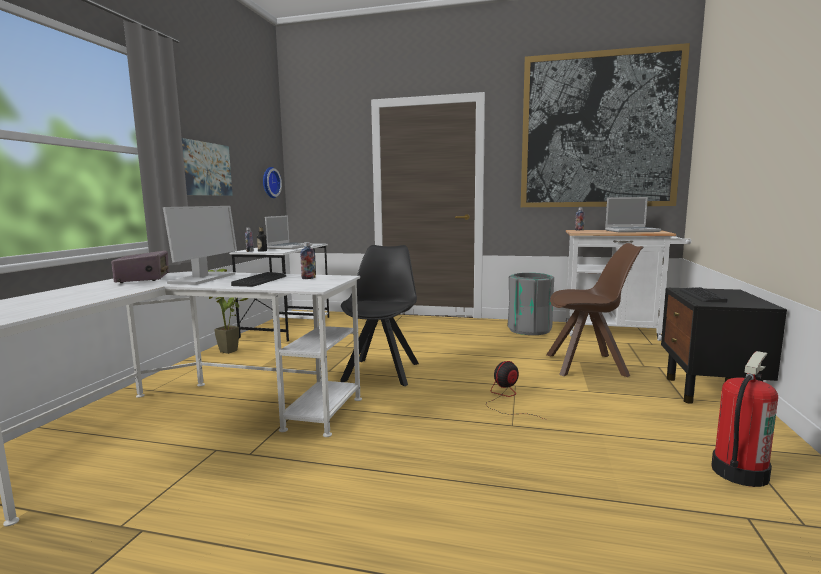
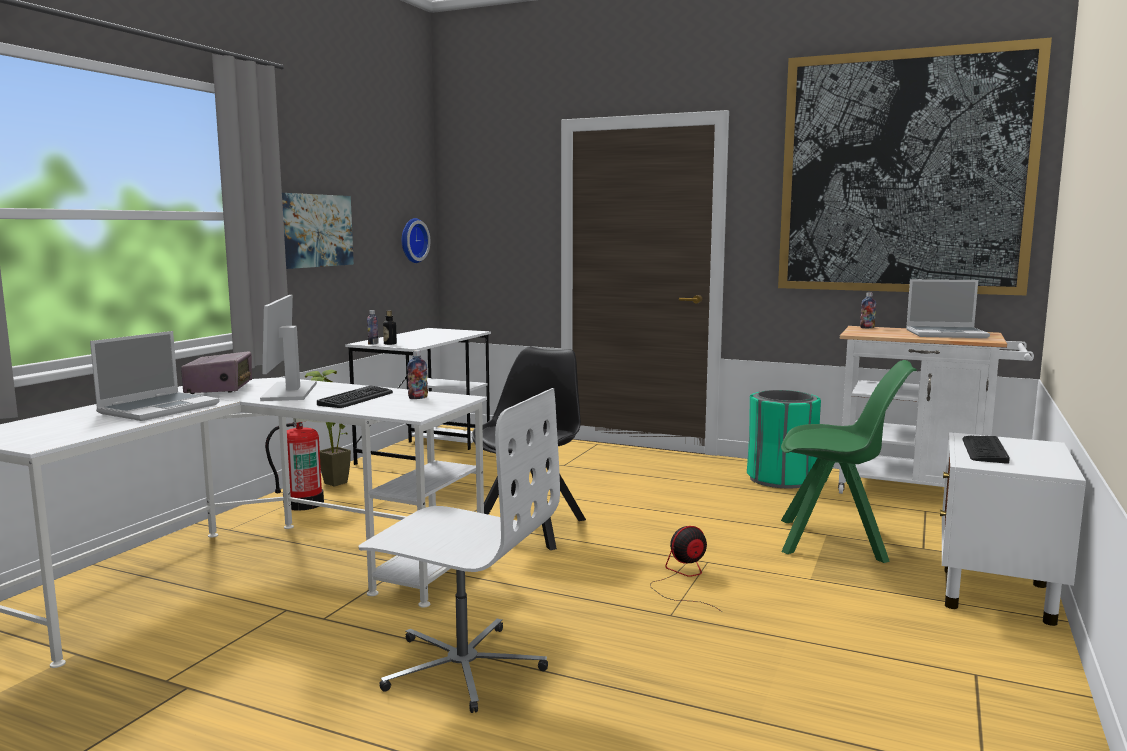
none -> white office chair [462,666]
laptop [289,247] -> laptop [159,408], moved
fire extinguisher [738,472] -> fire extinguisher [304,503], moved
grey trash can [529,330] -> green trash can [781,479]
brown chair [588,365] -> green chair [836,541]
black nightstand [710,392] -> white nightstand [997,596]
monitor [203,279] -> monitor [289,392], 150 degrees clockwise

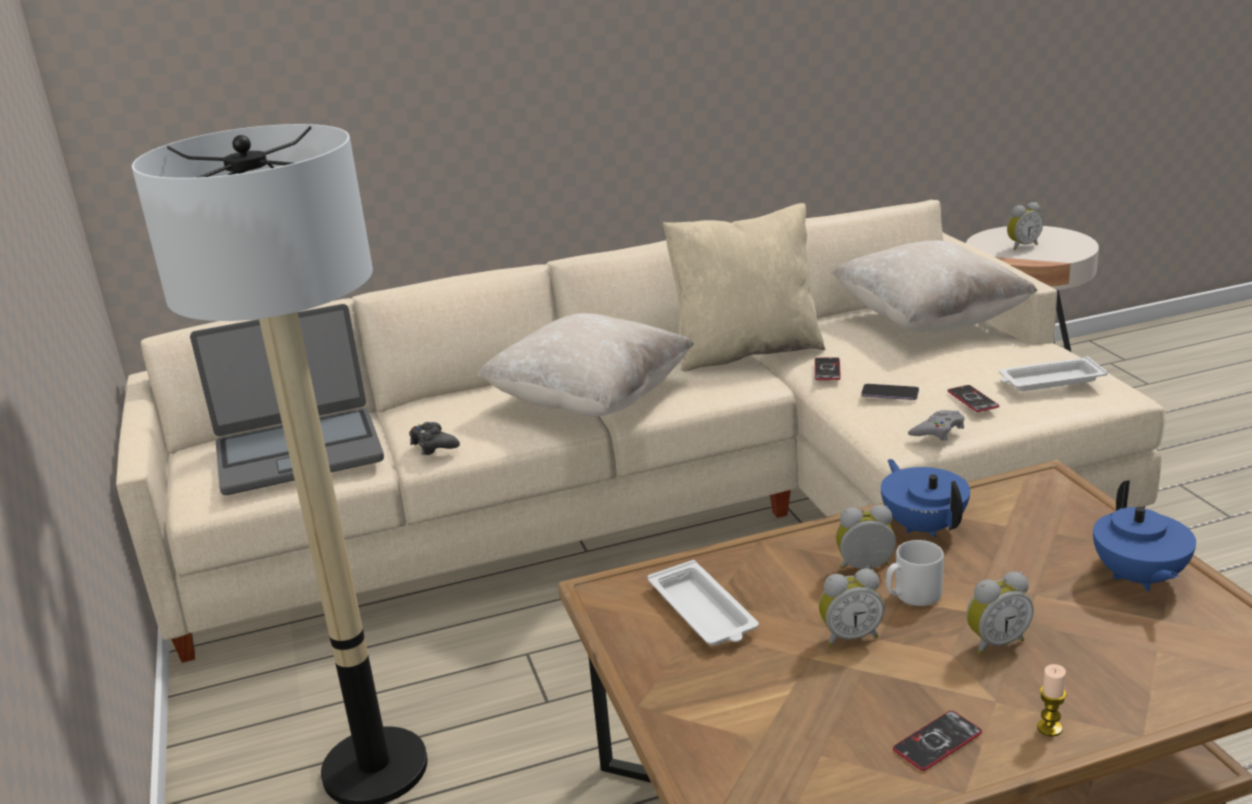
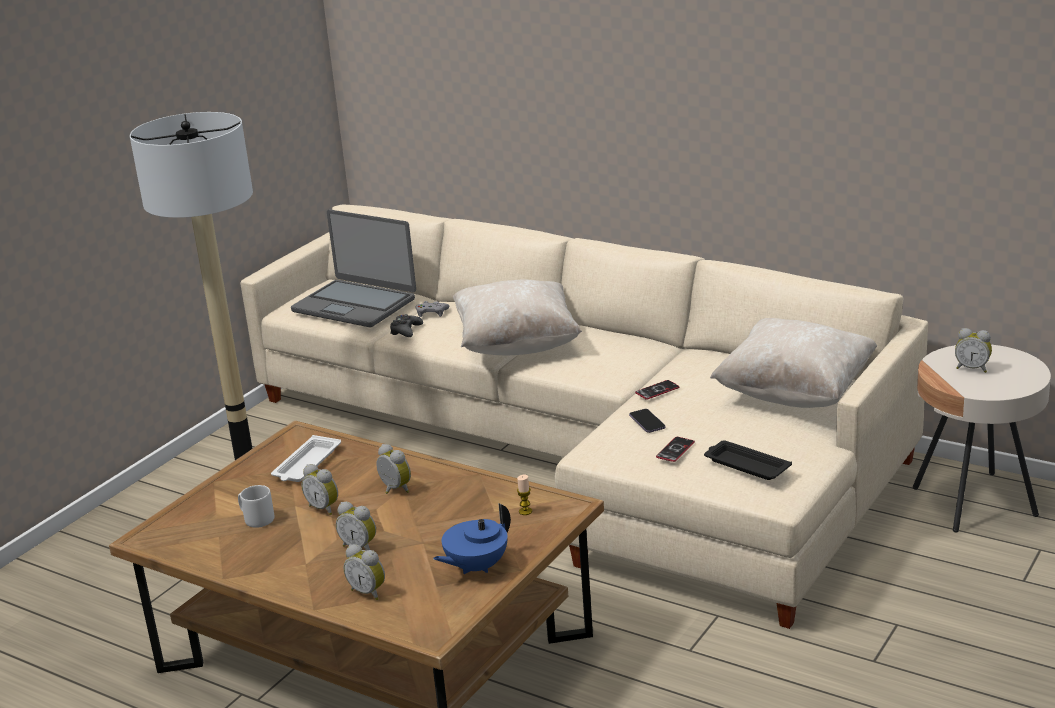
beige pillow [745,351] -> none
blue teapot [923,526] -> none
phone [937,742] -> none
none -> alarm clock [369,592]
grey mug [912,595] -> grey mug [256,519], moved
grey game controller [938,430] -> grey game controller [431,313], moved
candle [1049,728] -> candle [525,511], moved
white tray [1049,380] -> black tray [745,465]

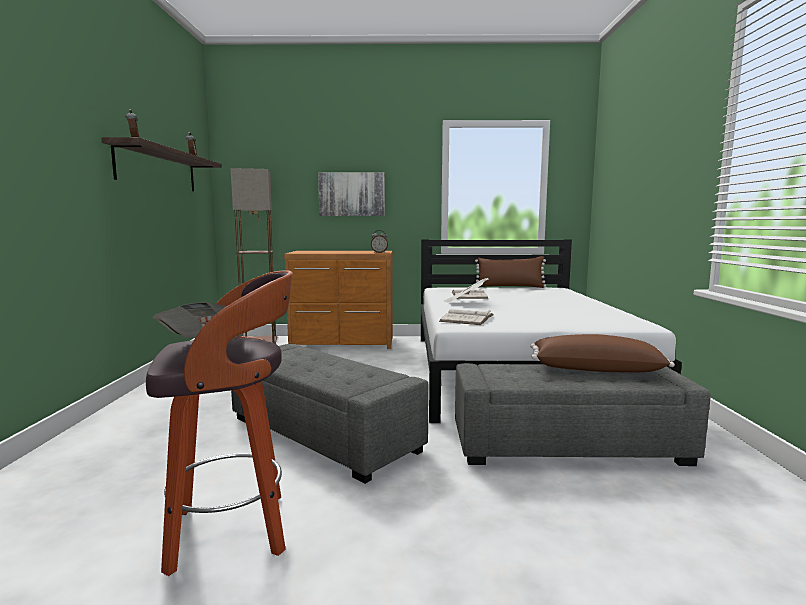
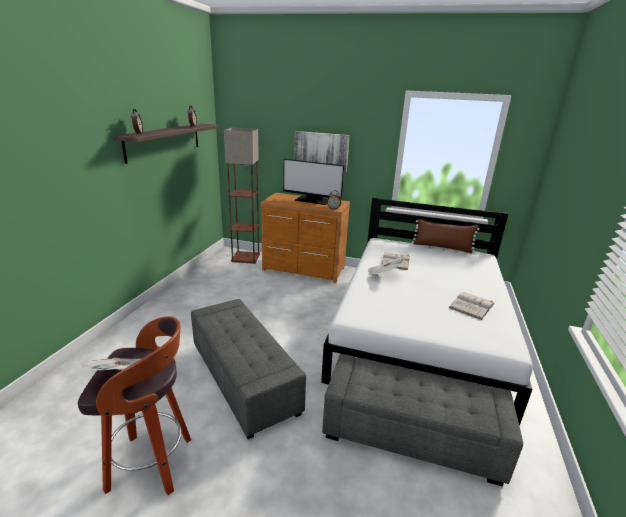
brown pillow [595,369] -> none
none -> monitor [313,200]
white book [467,318] -> white book [472,305], moved

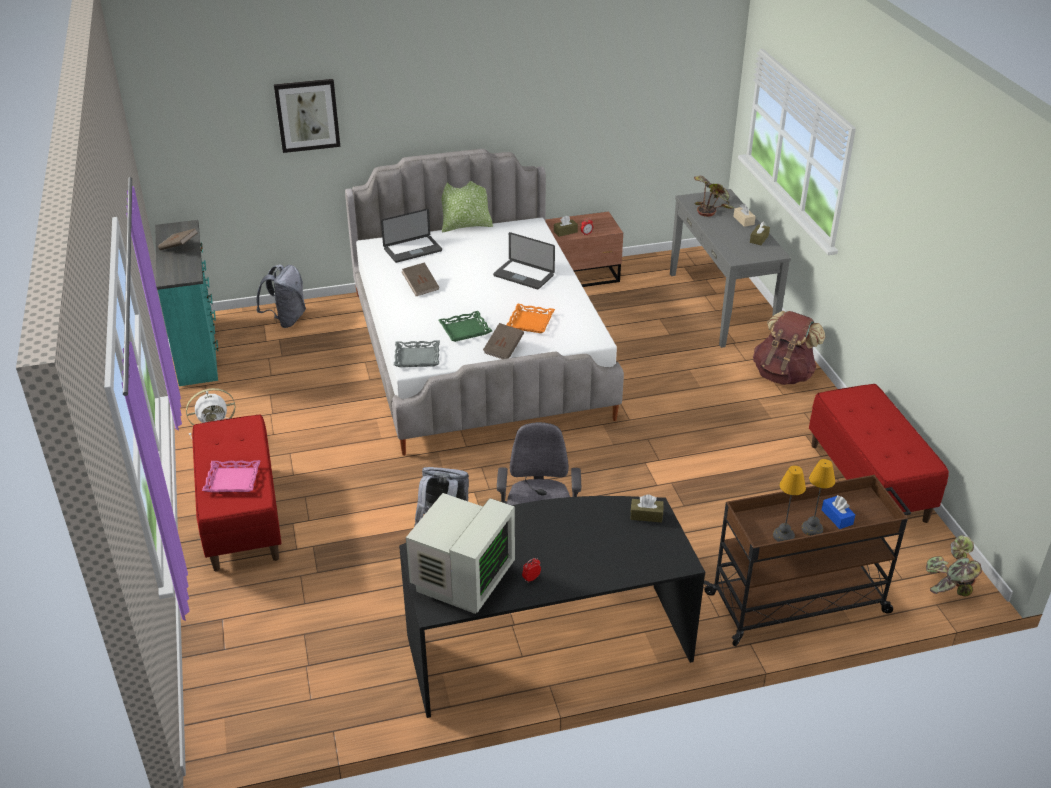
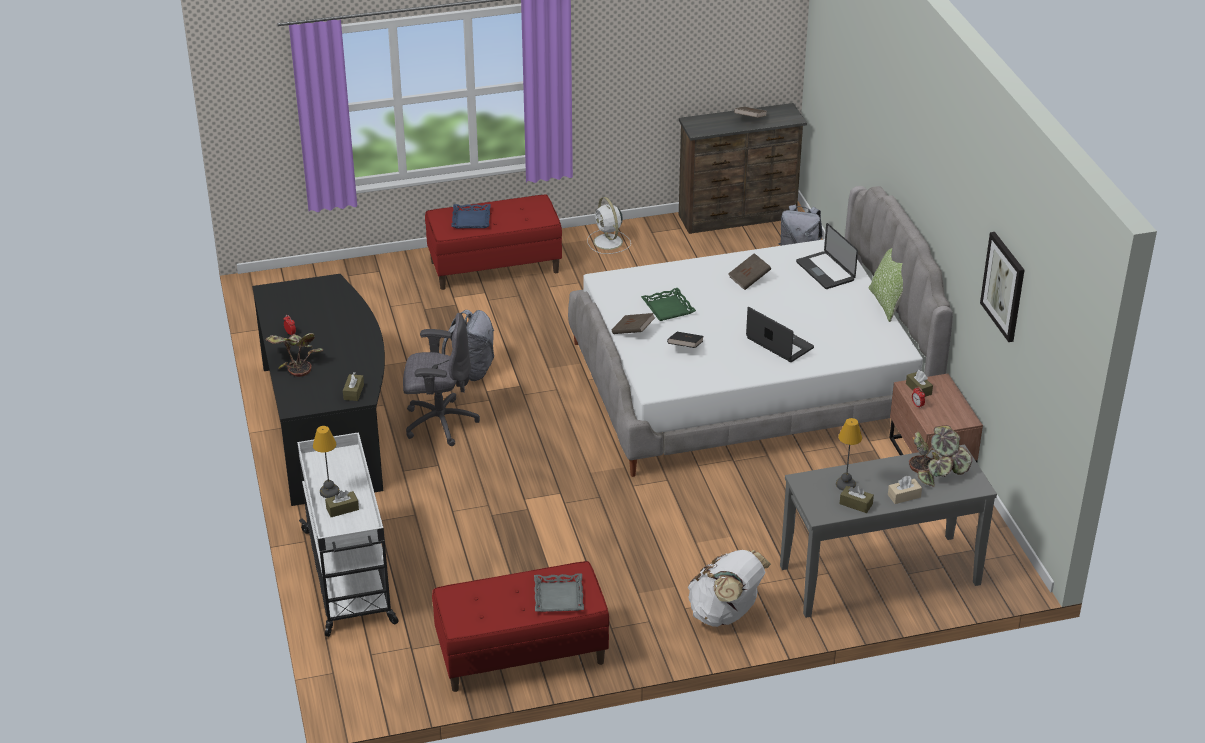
monitor [461,580] -> none
picture [307,115] -> picture [1004,286], moved
grey tray [417,357] -> grey tray [559,597], moved
table lamp [783,536] -> table lamp [845,484], moved
potted plant [948,586] -> potted plant [294,362], moved
orange tray [530,322] -> black book [685,347]
turquoise dresser [198,350] -> brown dresser [738,217]
pink tray [232,480] -> blue tray [470,219]
brown cart [799,603] -> white cart [349,578]
brown backpack [783,374] -> white backpack [725,613]
blue tissue box [837,517] -> brown tissue box [342,509]
laptop [523,275] -> laptop [779,343], 105 degrees clockwise

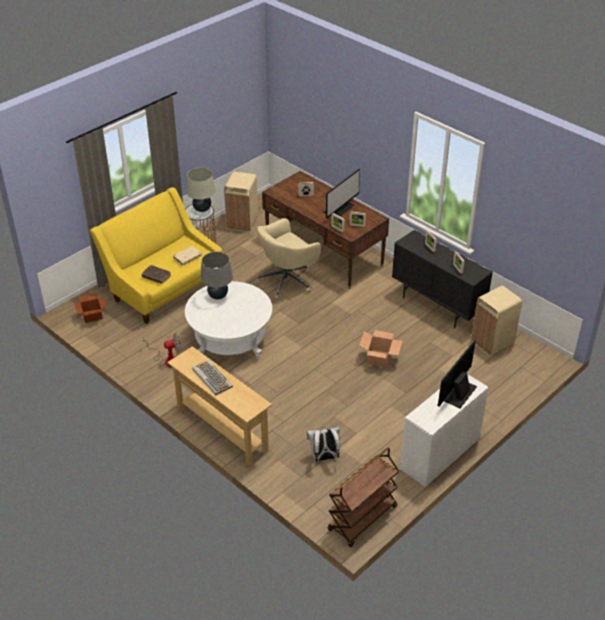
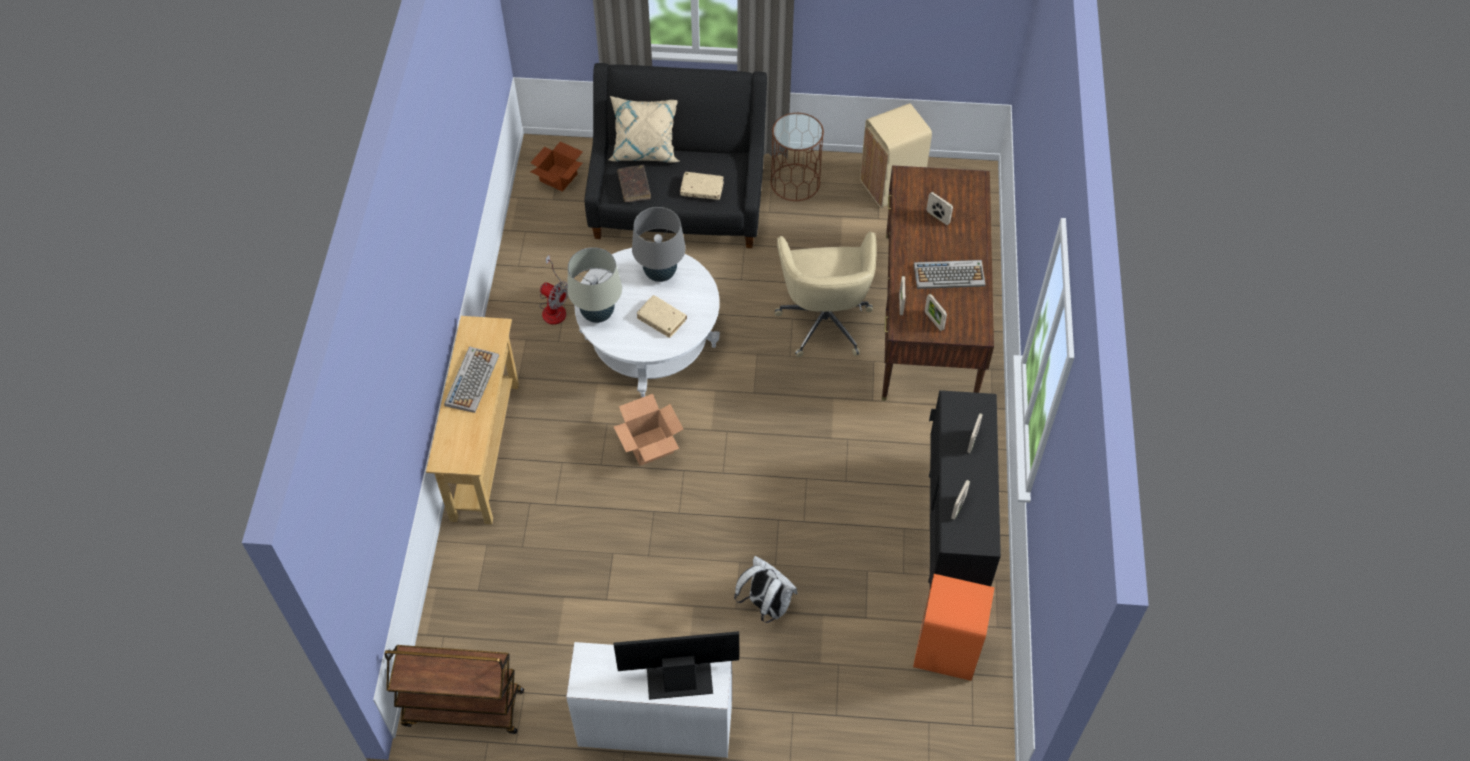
none -> beige pillow [645,150]
none -> beige book [662,319]
beige table lamp [202,209] -> beige table lamp [597,314], moved
white backpack [324,457] -> white backpack [766,605], moved
cardboard box [379,358] -> cardboard box [650,445], moved
monitor [339,209] -> keyboard [949,275]
yellow sofa [163,287] -> black sofa [678,204]
beige trash can [491,342] -> orange trash can [945,650]
beige office chair [287,281] -> beige office chair [824,320], 105 degrees counterclockwise

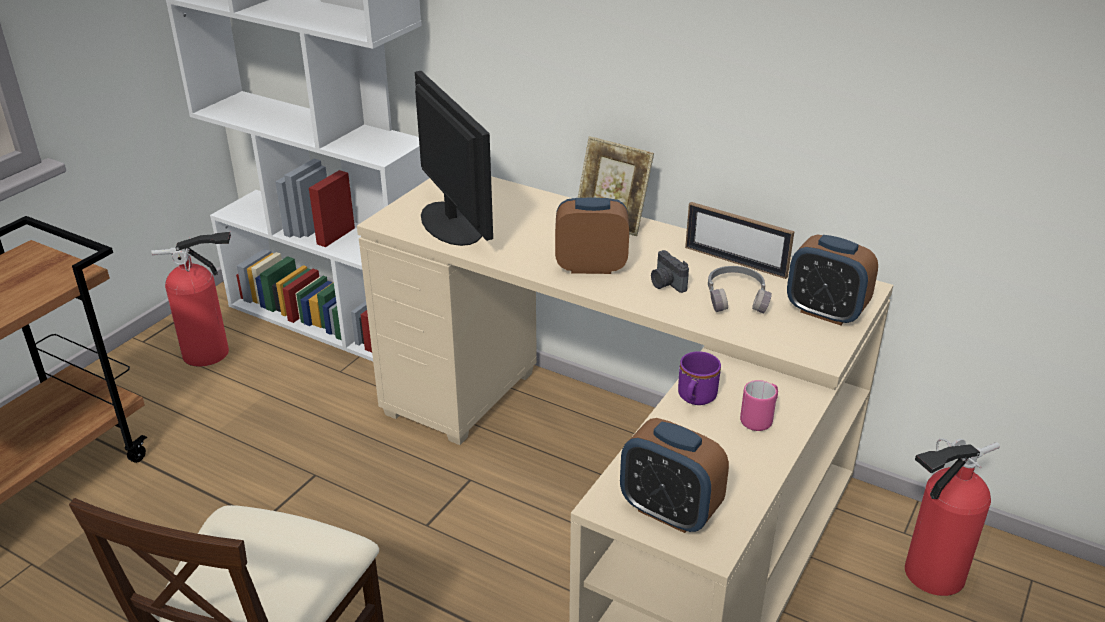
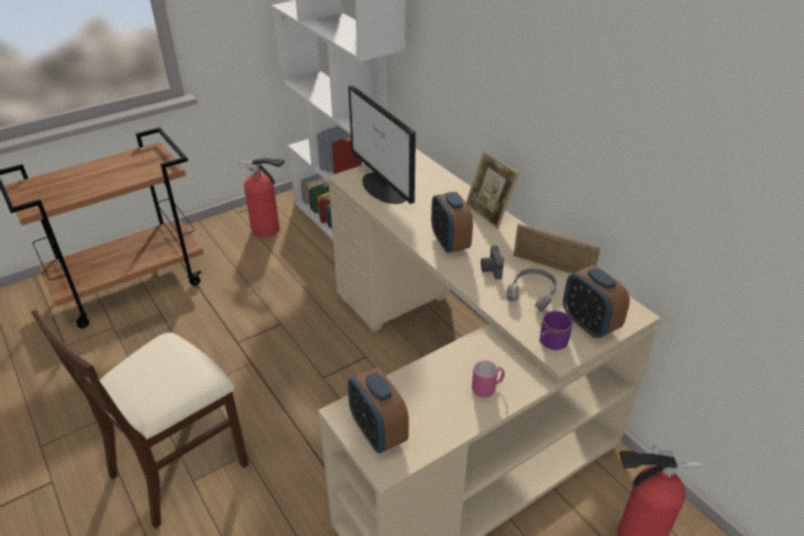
purple mug [695,399] -> purple mug [550,344], moved
monitor [451,222] -> monitor [385,188], 150 degrees clockwise
alarm clock [591,266] -> alarm clock [450,243], 135 degrees counterclockwise
picture frame [735,262] -> picture frame [552,266], 150 degrees clockwise

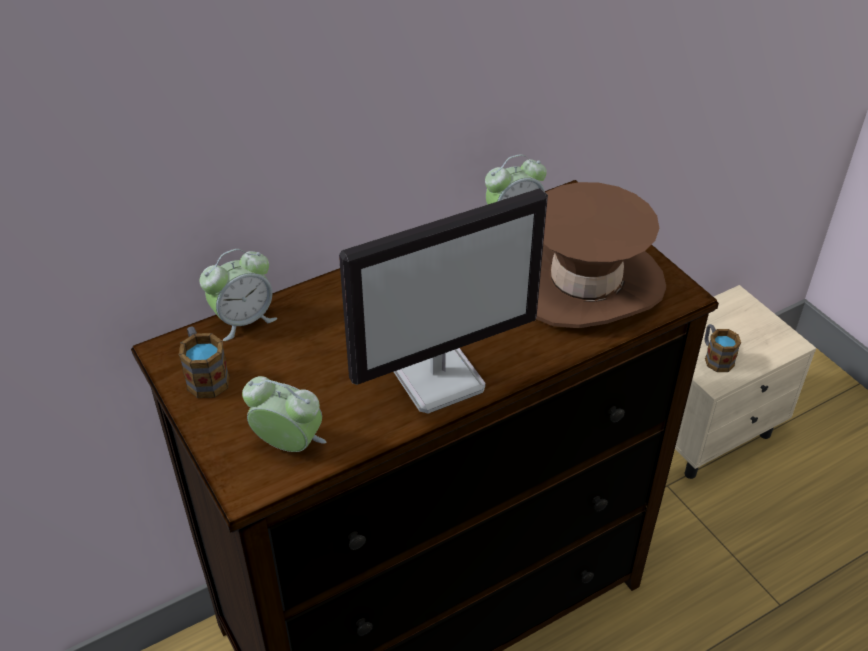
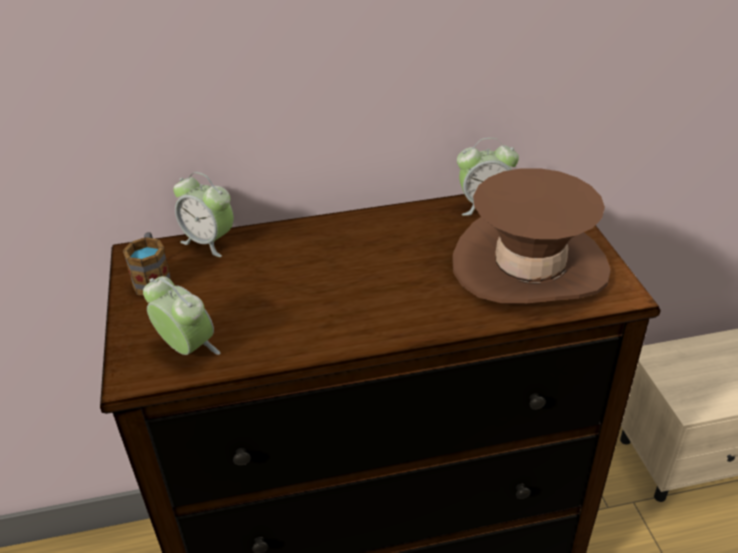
monitor [440,378] -> none
mug [715,357] -> none
alarm clock [243,320] -> alarm clock [209,242], 45 degrees clockwise

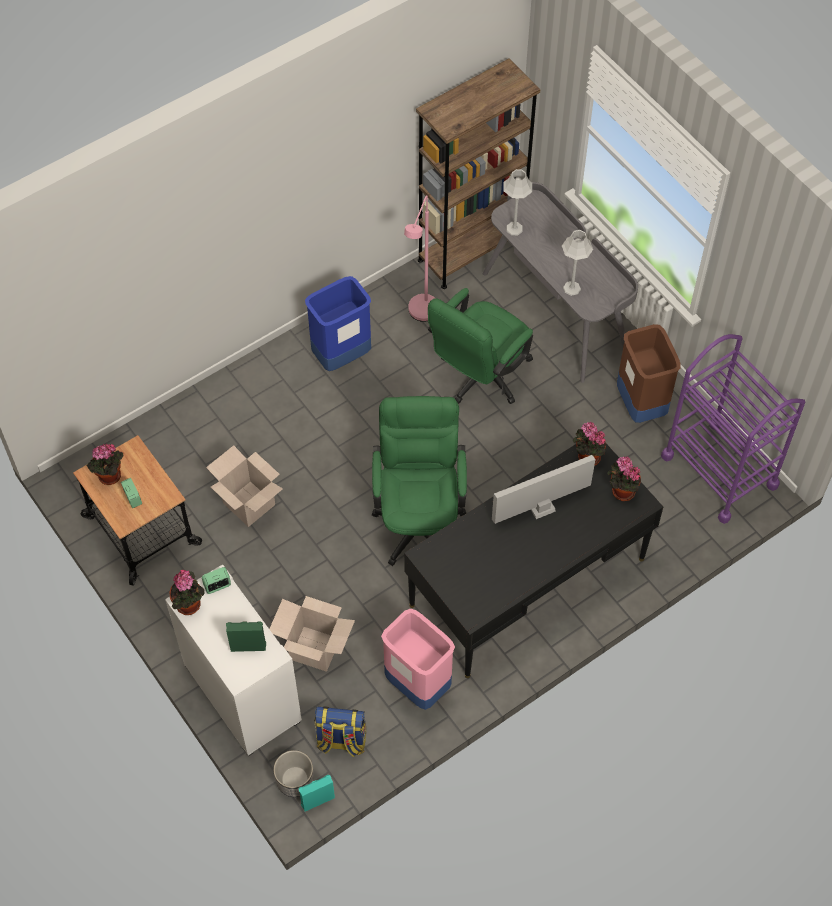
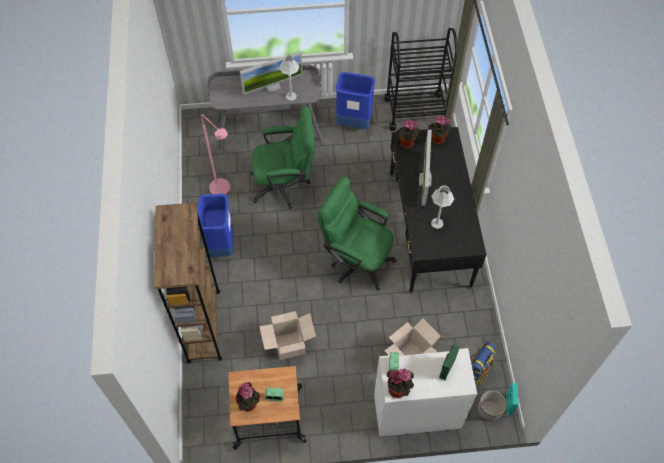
pink trash can [417,685] -> none
none -> monitor [272,86]
brown bookcase [471,250] -> brown bookcase [204,325], moved
grey table lamp [514,228] -> grey table lamp [437,223], moved
brown trash can [641,405] -> blue trash can [354,123]
purple cart [719,471] -> black cart [415,111]
green office chair [479,377] -> green office chair [285,185], 75 degrees counterclockwise

